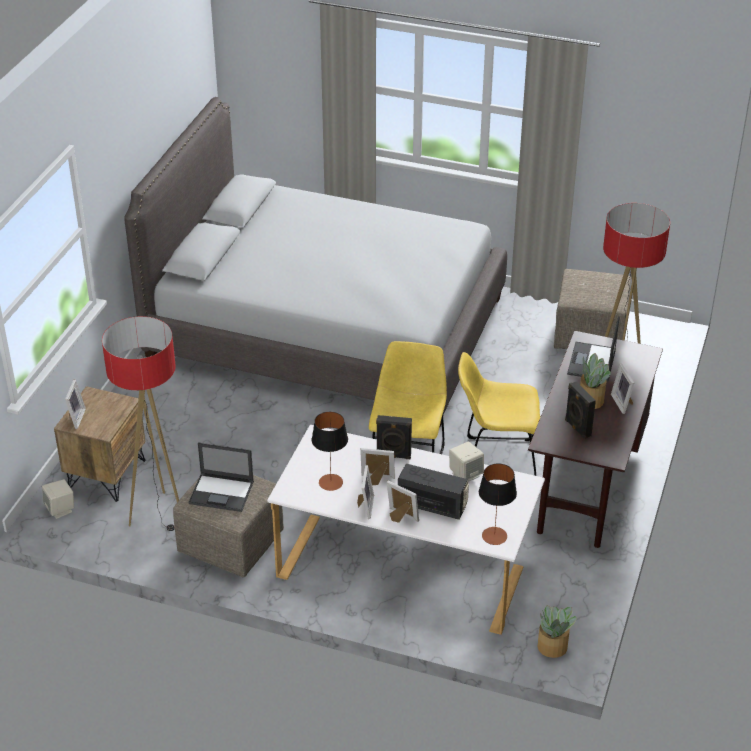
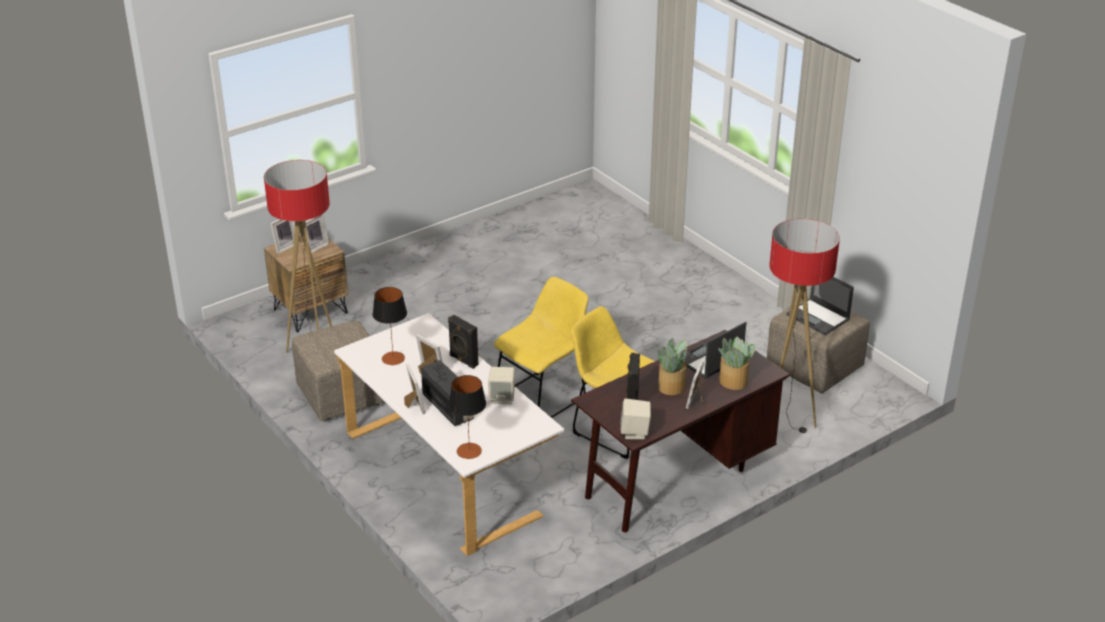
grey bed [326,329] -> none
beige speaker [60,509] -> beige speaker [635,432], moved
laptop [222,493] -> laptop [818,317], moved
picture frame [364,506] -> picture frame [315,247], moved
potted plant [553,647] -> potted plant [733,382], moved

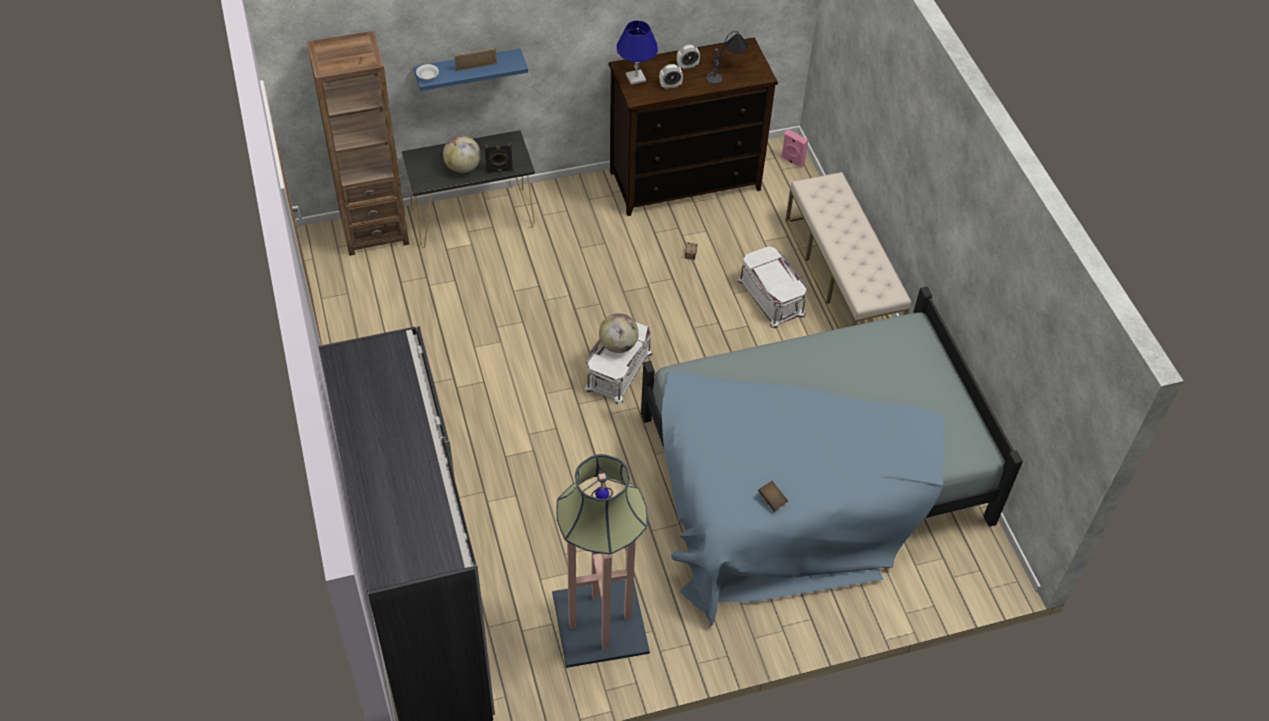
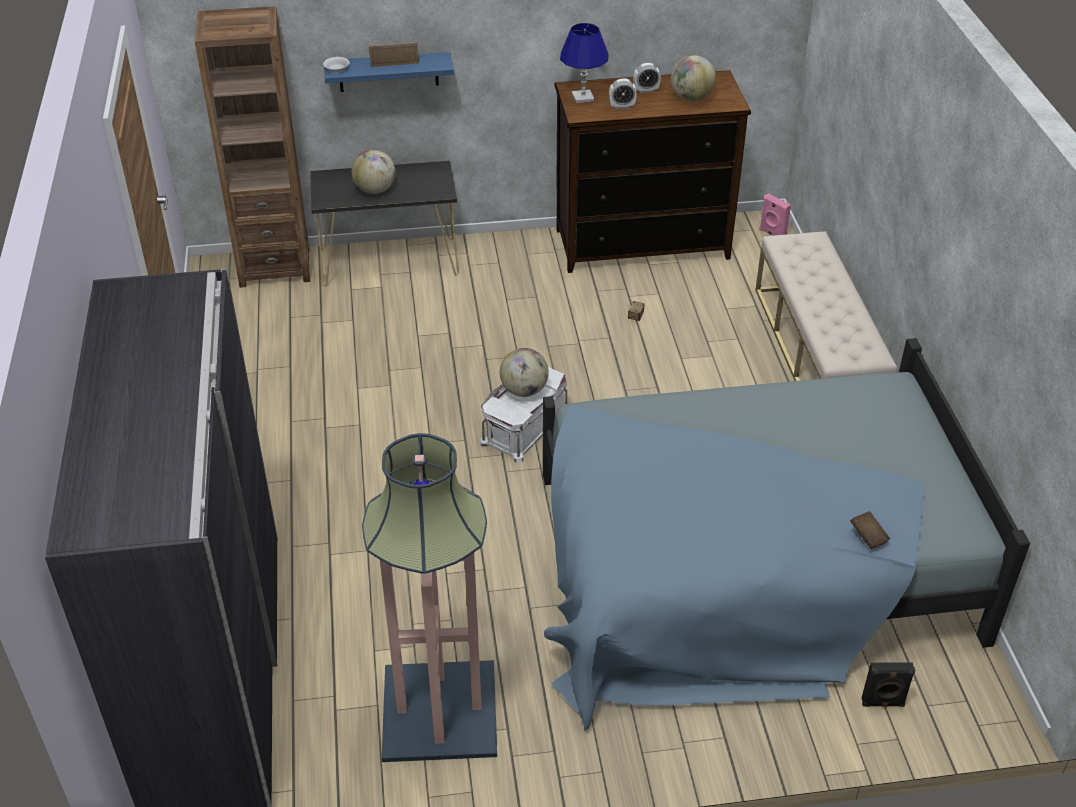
white storage box [772,297] -> none
black speaker [499,170] -> black speaker [883,703], moved
brown book [772,500] -> brown book [868,537], moved
table lamp [726,72] -> globe [691,98]

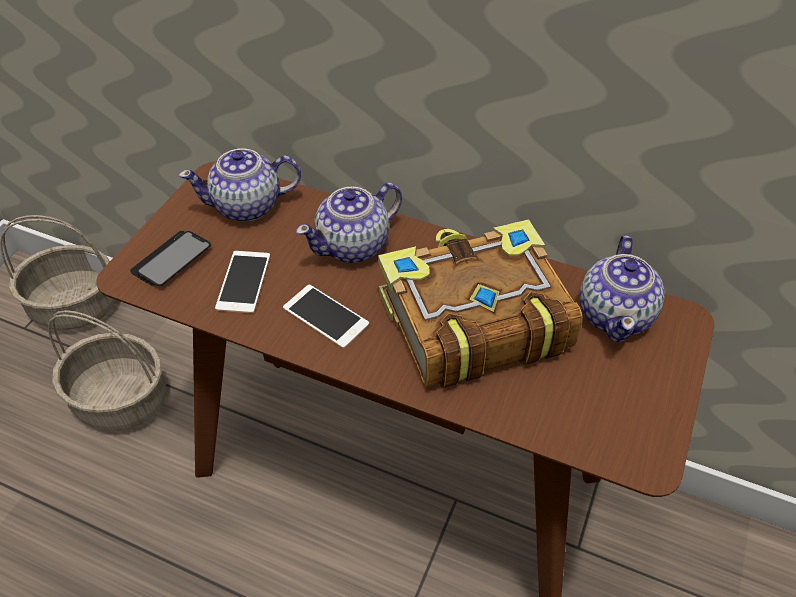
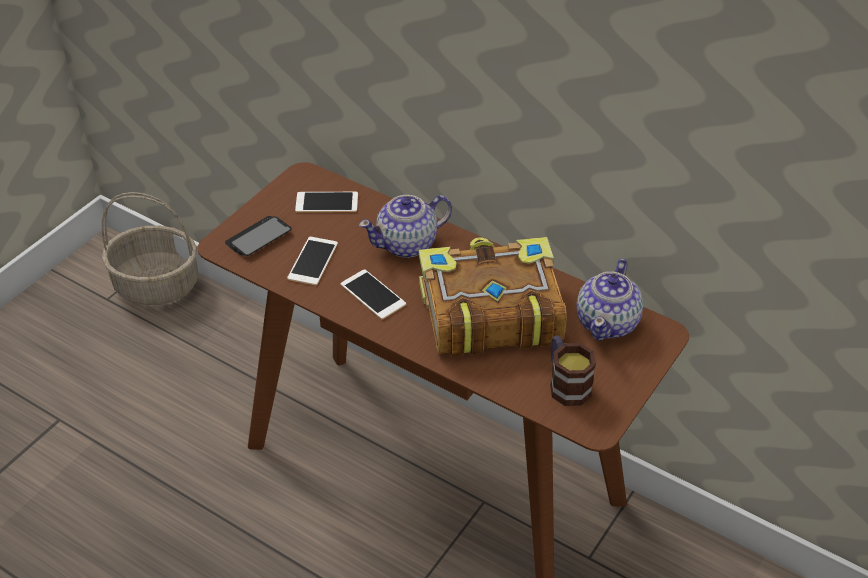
basket [122,399] -> none
none -> mug [566,383]
teapot [248,206] -> phone [327,202]

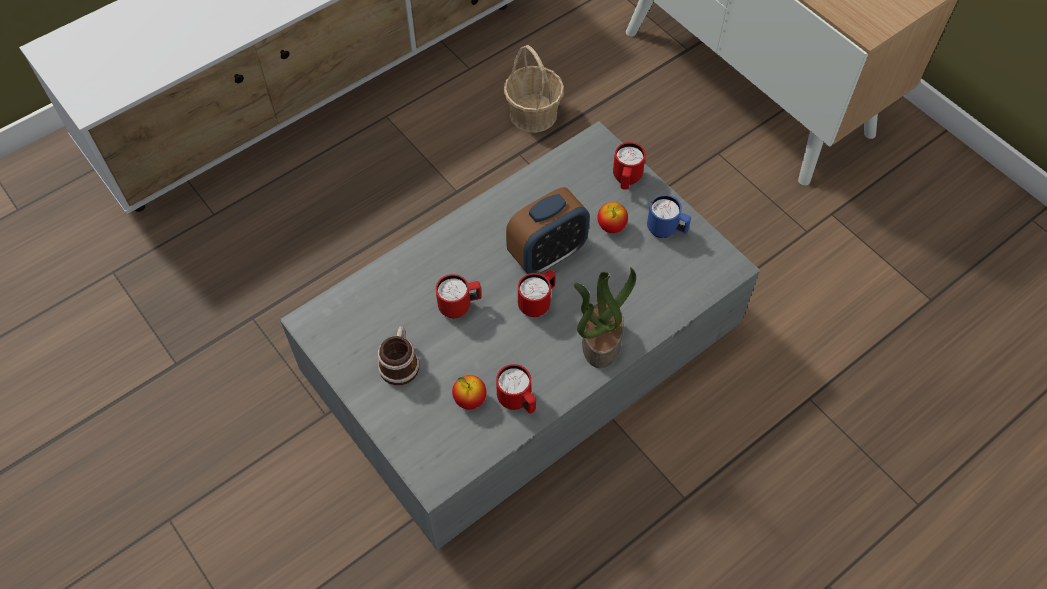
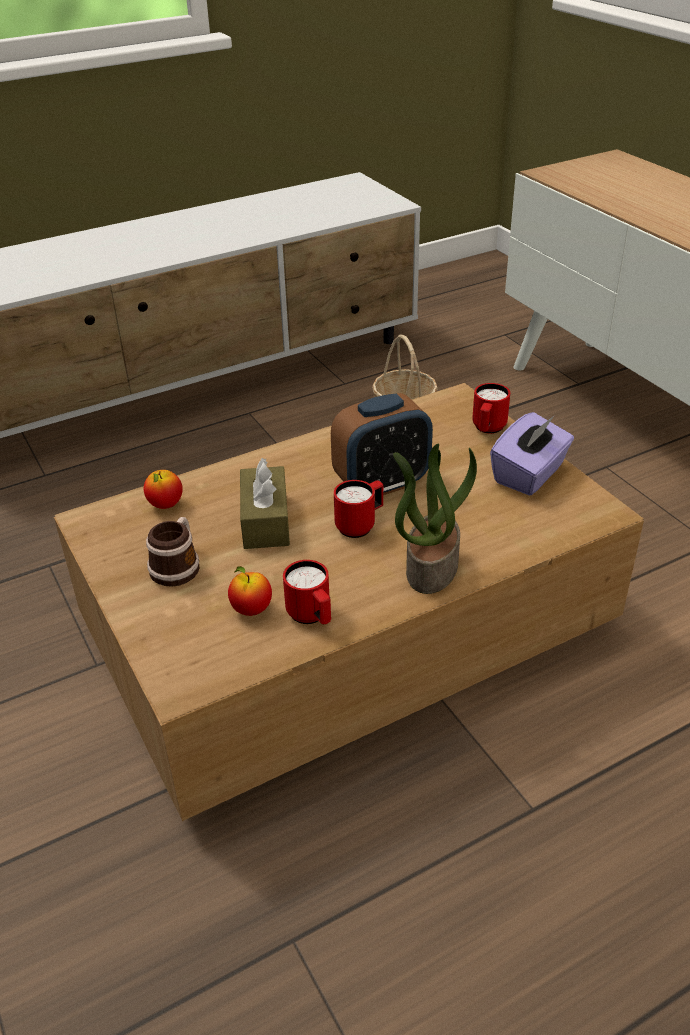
apple [611,227] -> apple [165,505], moved
red mug [460,306] -> brown tissue box [265,521]
blue mug [666,230] -> purple tissue box [529,474]
grey coffee table [524,354] -> brown coffee table [349,629]

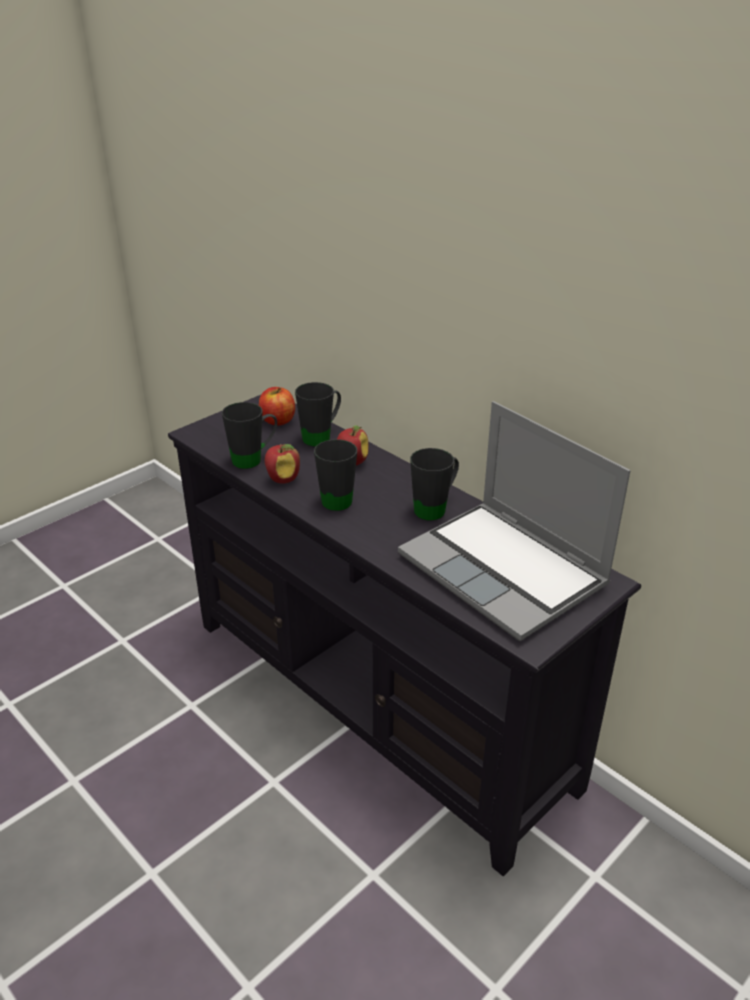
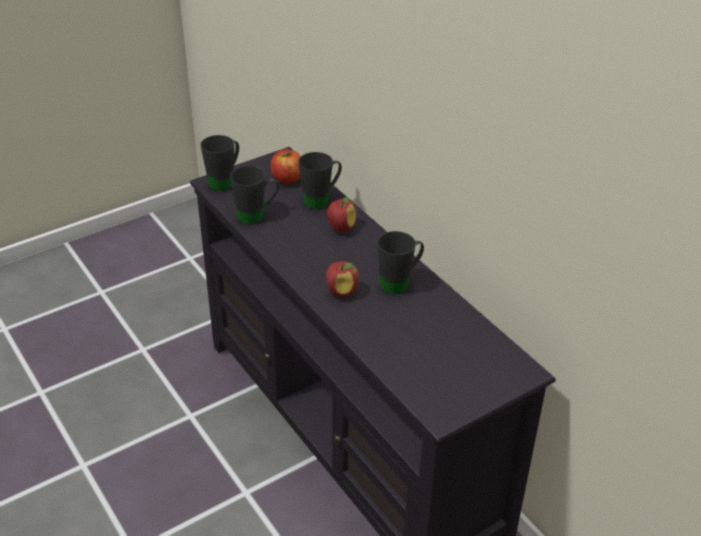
laptop [505,571] -> none
apple [283,479] -> apple [342,292], moved
black mug [340,497] -> black mug [225,181], moved

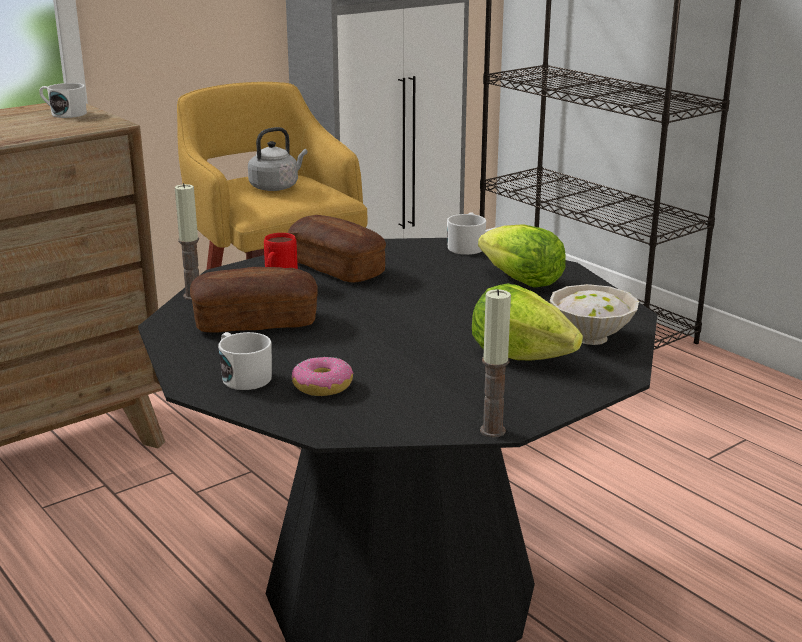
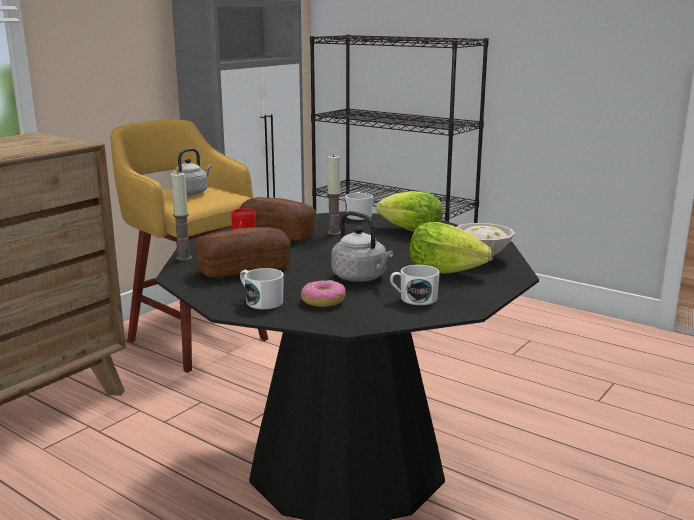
none -> grey kettle [361,278]
white mug [64,114] -> white mug [413,299], moved
candle [492,431] -> candle [334,233], moved

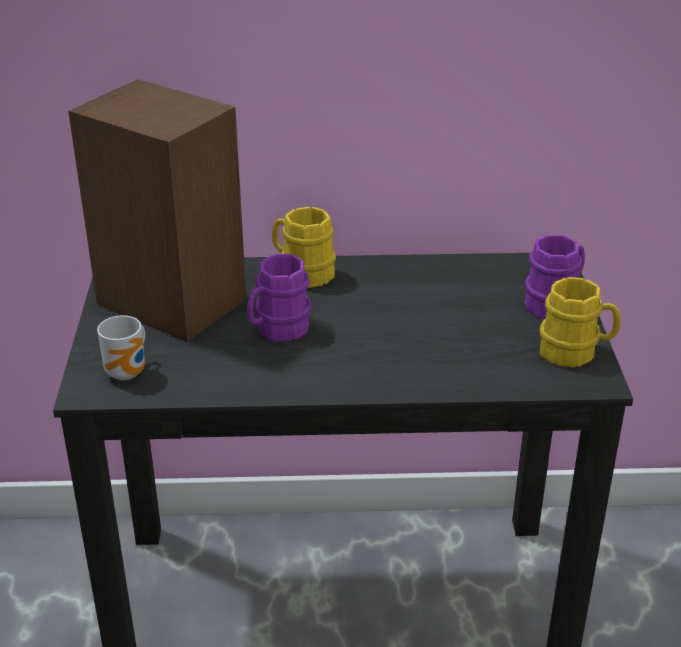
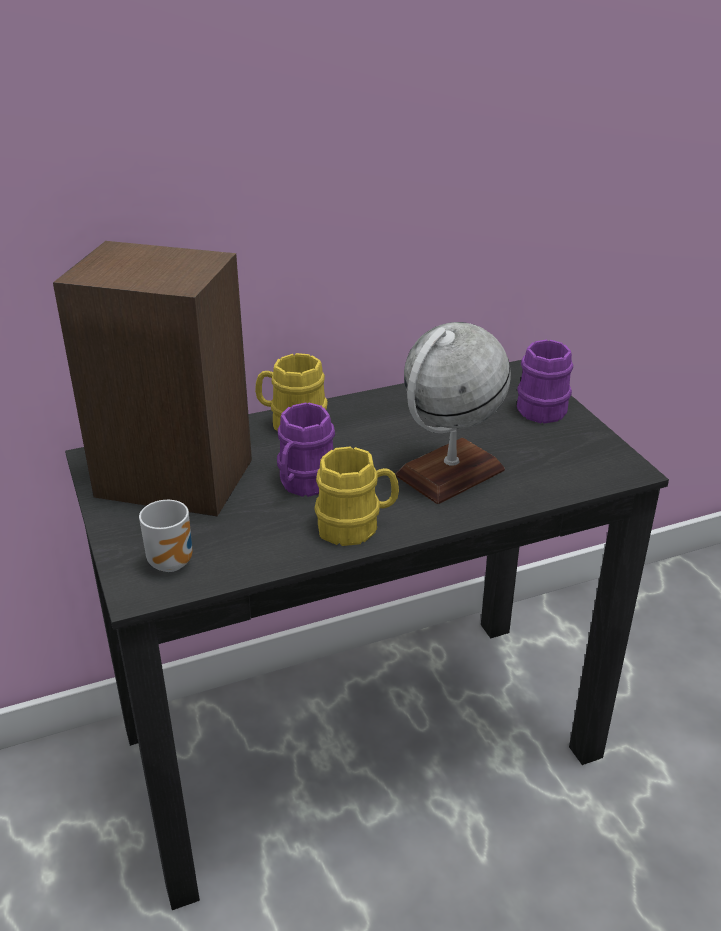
none -> globe [450,473]
yellow mug [575,352] -> yellow mug [356,526], moved

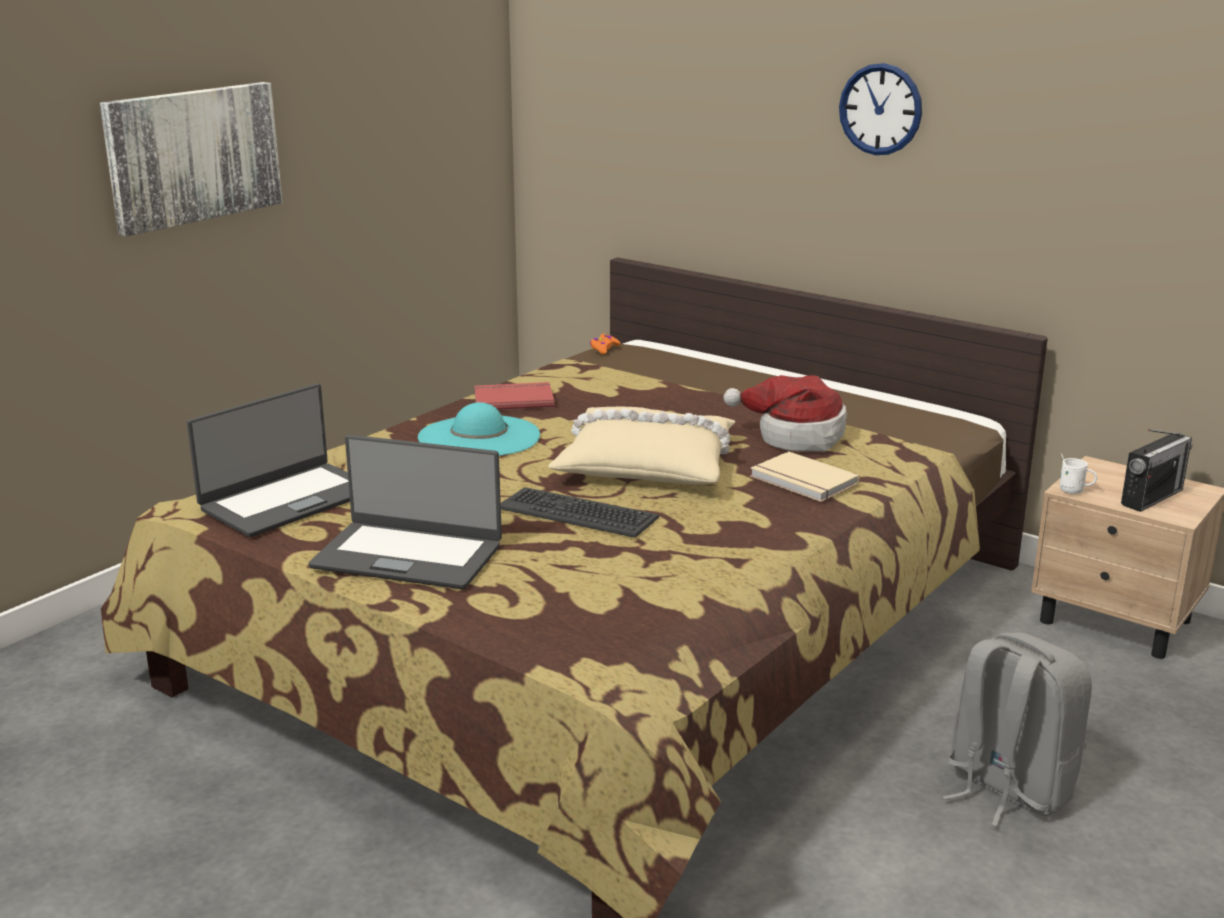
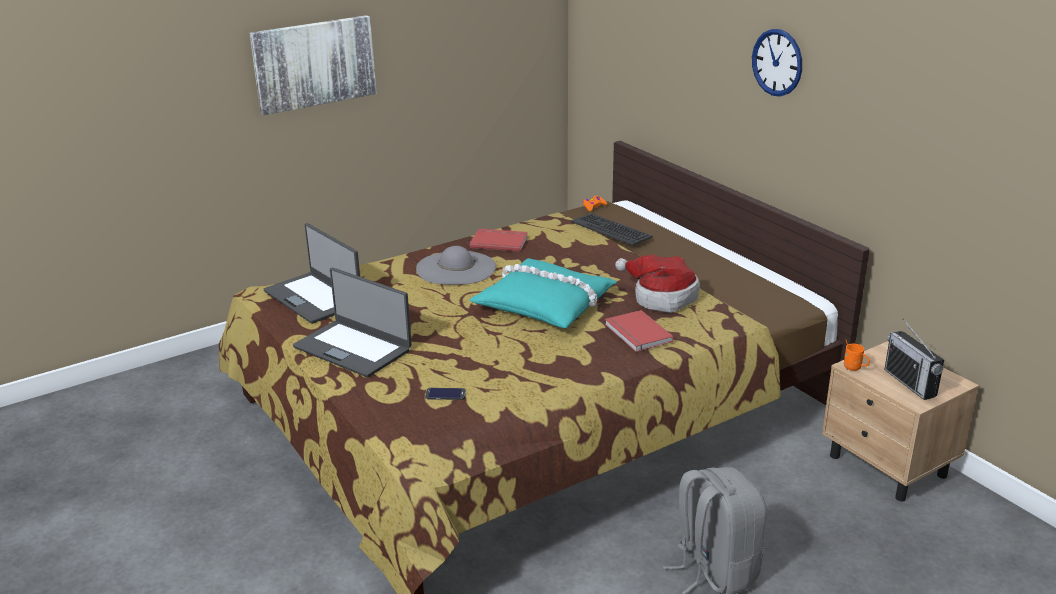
none -> phone [445,394]
keyboard [578,513] -> keyboard [611,229], moved
turquoise hat [479,437] -> grey hat [456,268]
beige pillow [647,463] -> turquoise pillow [545,304]
beige book [802,481] -> red book [636,334]
white mug [1075,491] -> orange mug [855,368]
laptop [288,500] -> laptop [314,297], 75 degrees clockwise
radio [1151,497] -> radio [910,383], 90 degrees clockwise

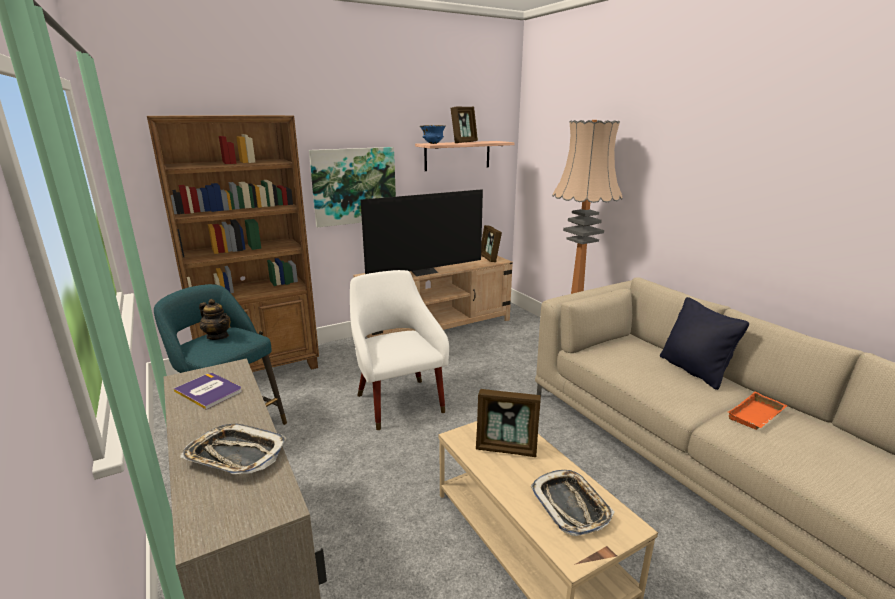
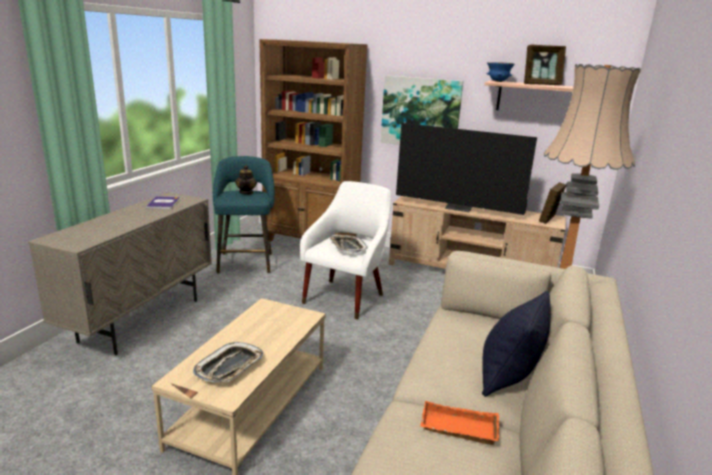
picture frame [506,448] -> none
tray [235,455] -> tray [347,247], moved

